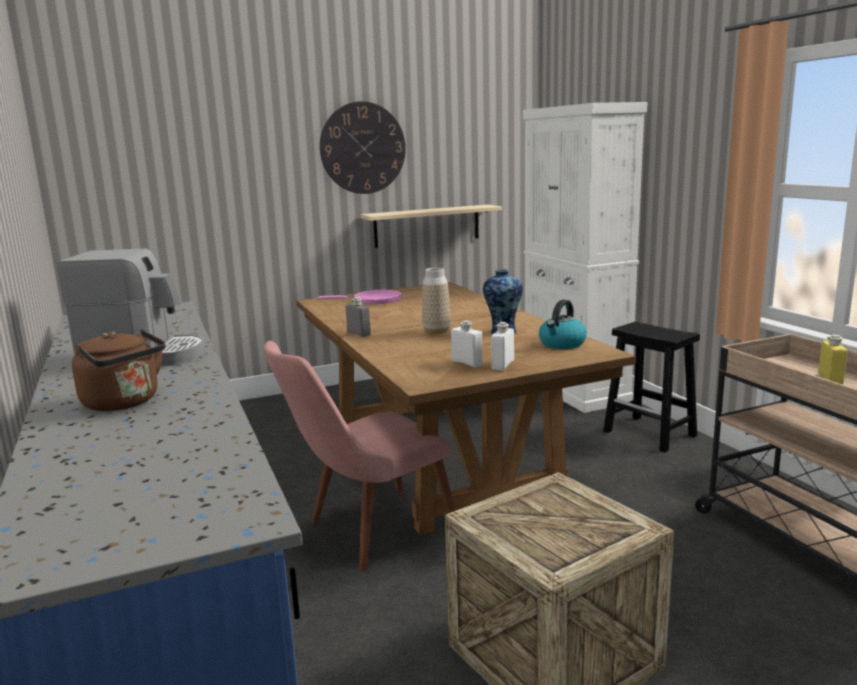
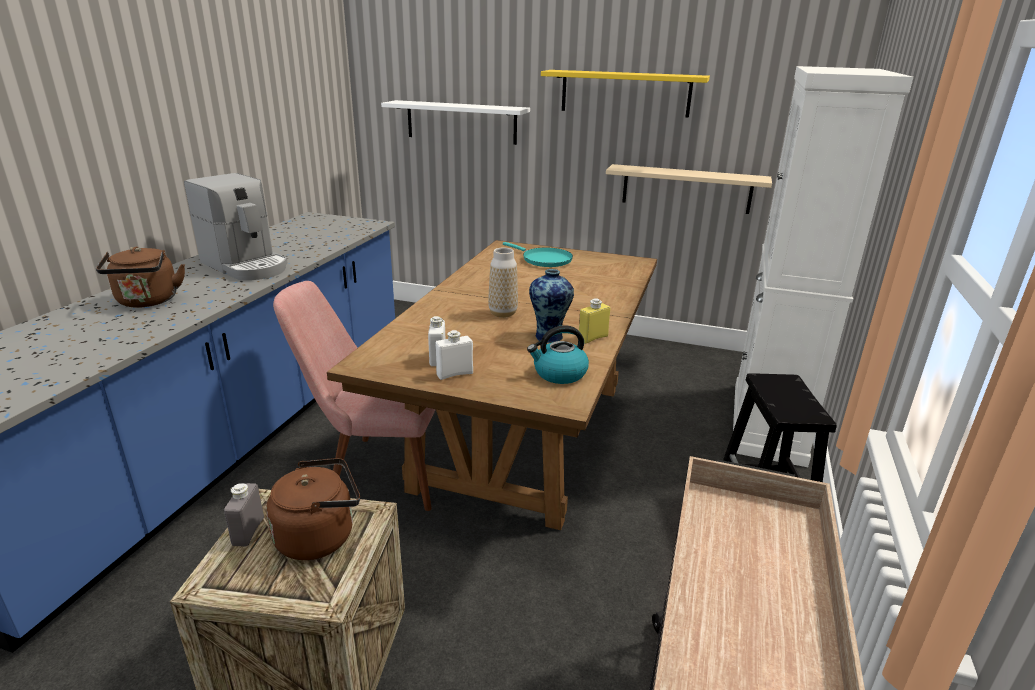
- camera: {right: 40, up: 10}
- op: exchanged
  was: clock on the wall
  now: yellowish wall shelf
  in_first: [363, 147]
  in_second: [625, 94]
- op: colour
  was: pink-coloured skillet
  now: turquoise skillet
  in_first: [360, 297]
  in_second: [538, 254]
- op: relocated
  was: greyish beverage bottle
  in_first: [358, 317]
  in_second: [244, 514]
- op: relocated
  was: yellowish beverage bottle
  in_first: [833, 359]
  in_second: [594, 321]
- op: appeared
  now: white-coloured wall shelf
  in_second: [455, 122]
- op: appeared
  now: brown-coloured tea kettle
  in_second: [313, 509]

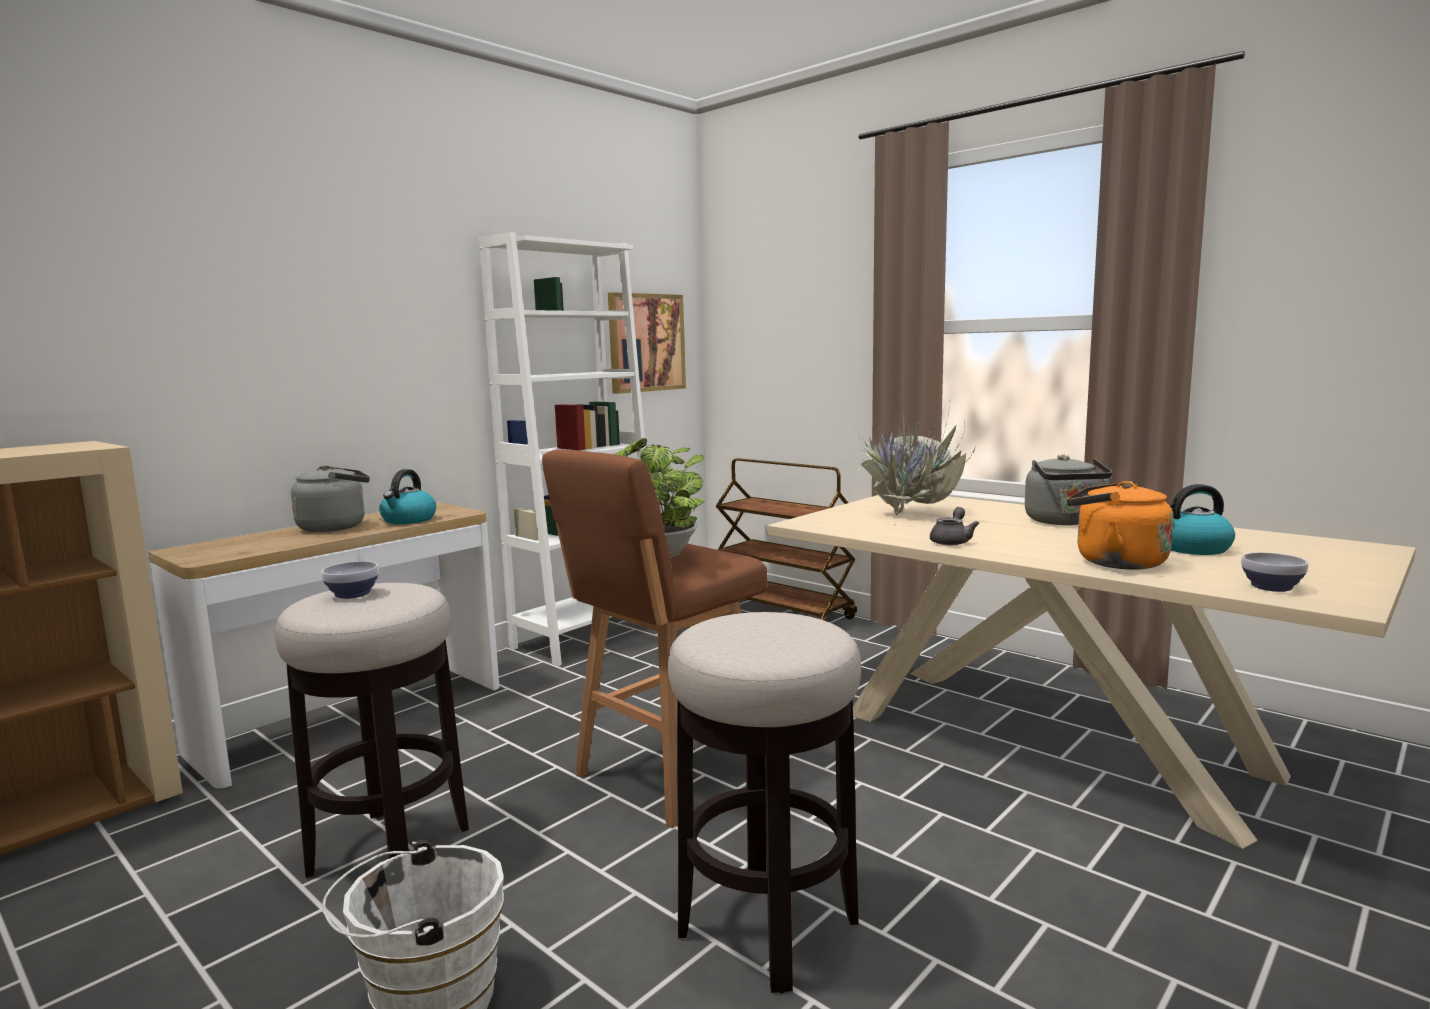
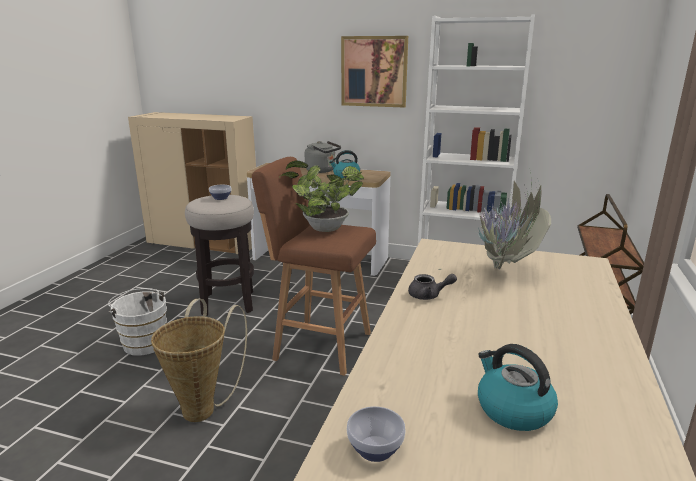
- camera: {right: 65, up: 10}
- op: relocated
  was: picture
  in_first: [647, 343]
  in_second: [374, 72]
- op: missing
  was: greyish tea kettle
  in_first: [1068, 489]
- op: missing
  was: orange tea kettle
  in_first: [1120, 525]
- op: exchanged
  was: stool seat
  now: basket
  in_first: [764, 802]
  in_second: [199, 360]

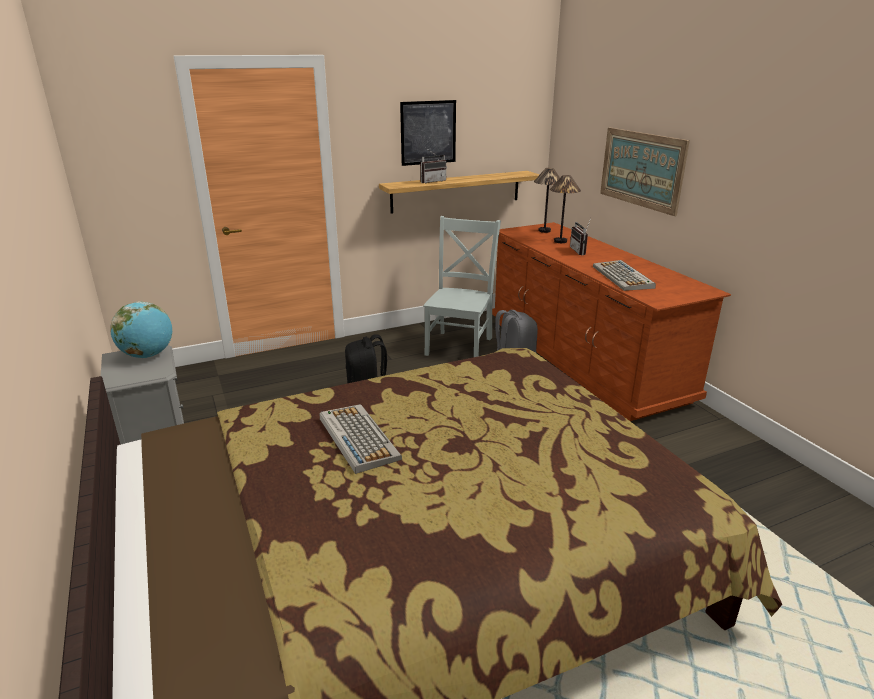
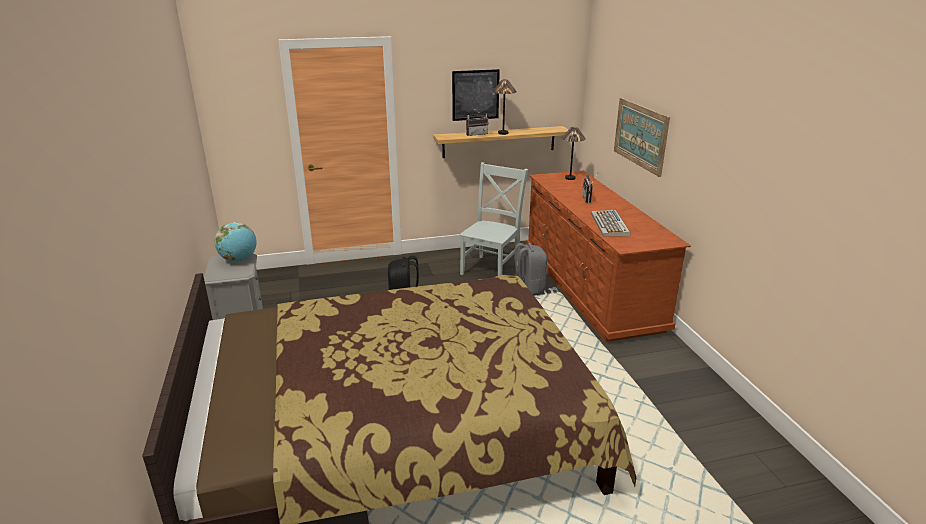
- camera: {right: 10, up: 0}
- op: relocated
  was: tabletop lamp
  in_first: [565, 209]
  in_second: [504, 107]
- op: missing
  was: keyboard
  in_first: [361, 439]

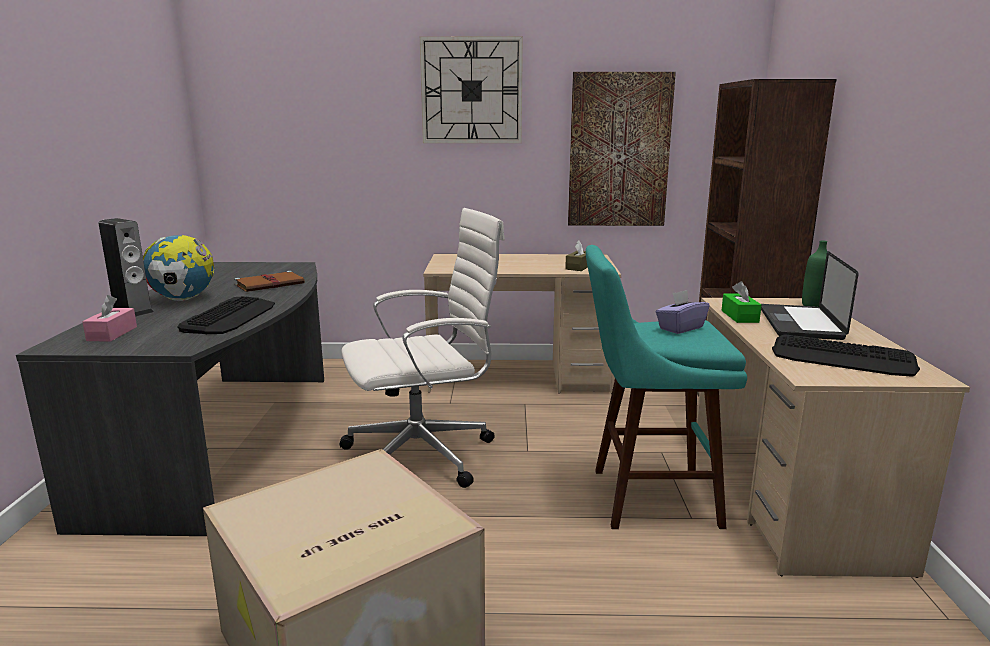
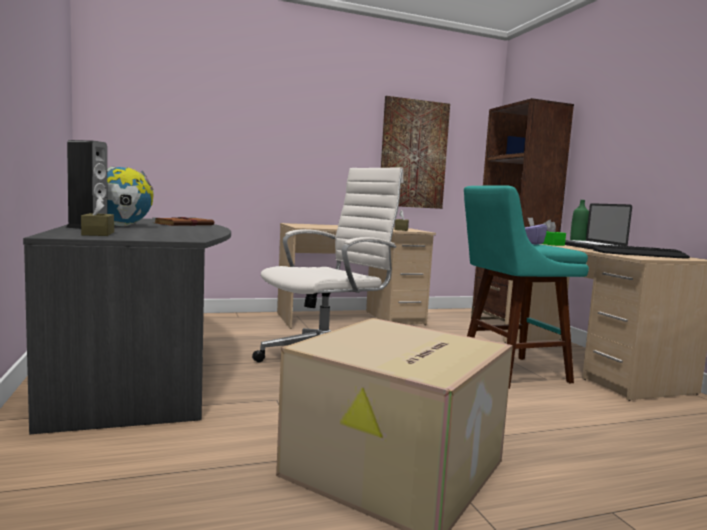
- camera: {right: -20, up: -10}
- op: missing
  was: clock on the wall
  in_first: [471, 89]
- op: colour
  was: pink-coloured box of tissues
  now: brown-coloured box of tissues
  in_first: [109, 318]
  in_second: [97, 216]
- op: missing
  was: keyboard
  in_first: [226, 315]

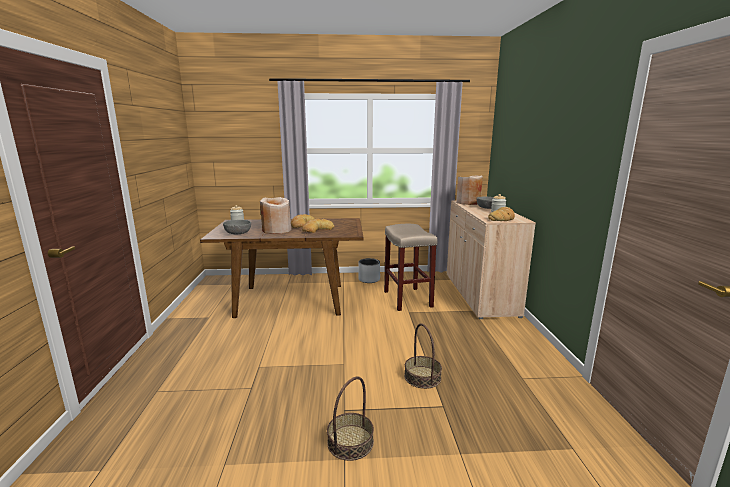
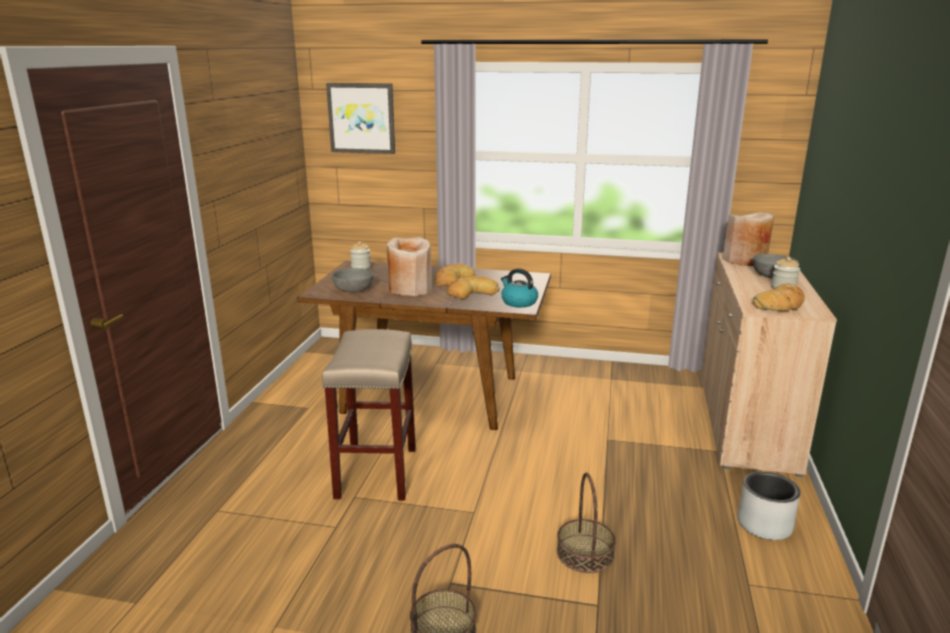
- camera: {right: 15, up: 5}
- op: relocated
  was: beige-coloured stool seat
  in_first: [410, 267]
  in_second: [369, 414]
- op: relocated
  was: greyish planter
  in_first: [369, 270]
  in_second: [768, 505]
- op: appeared
  now: picture
  in_second: [360, 118]
- op: appeared
  now: tea kettle
  in_second: [519, 288]

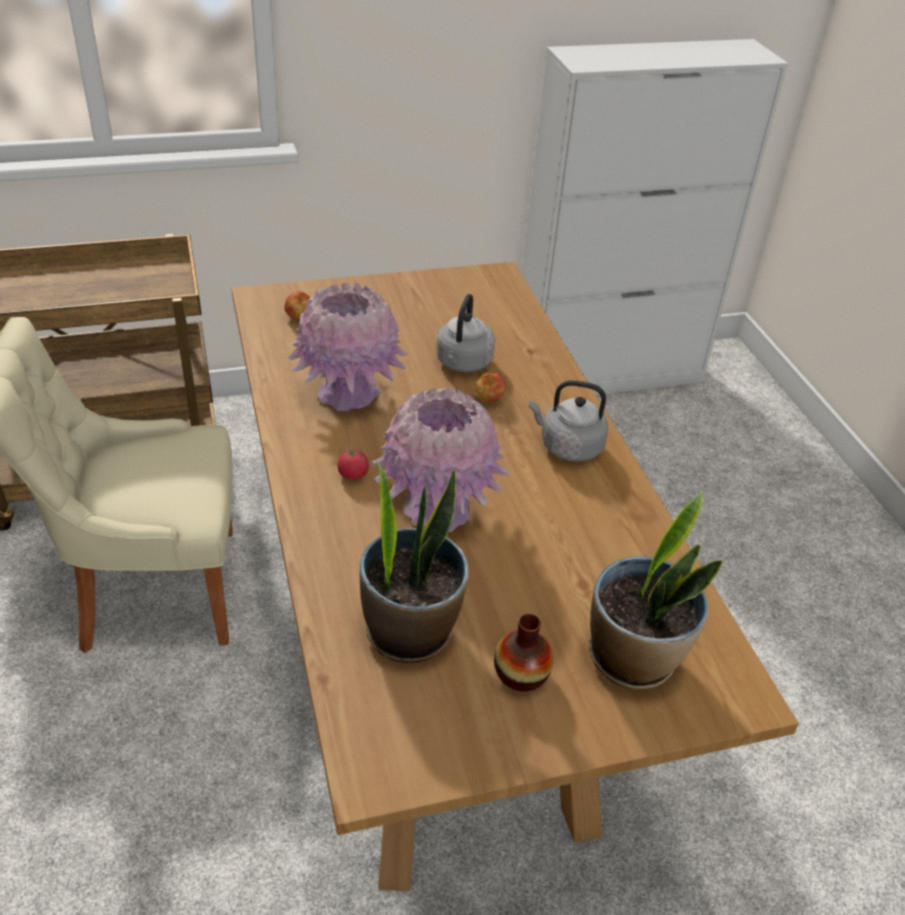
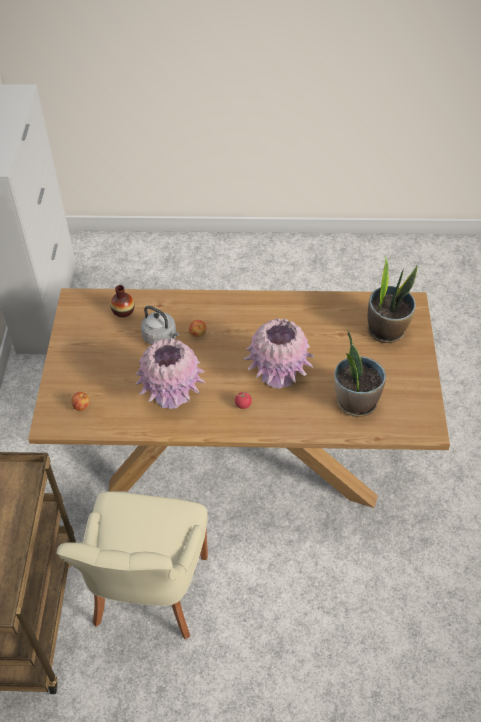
- camera: {right: -70, up: 10}
- op: missing
  was: greyish tea kettle
  in_first: [568, 421]
- op: relocated
  was: vase
  in_first: [523, 653]
  in_second: [122, 301]

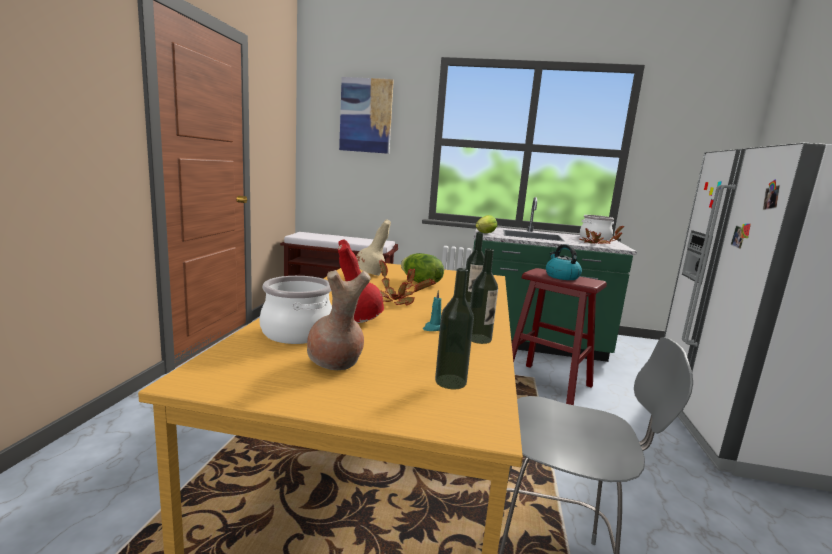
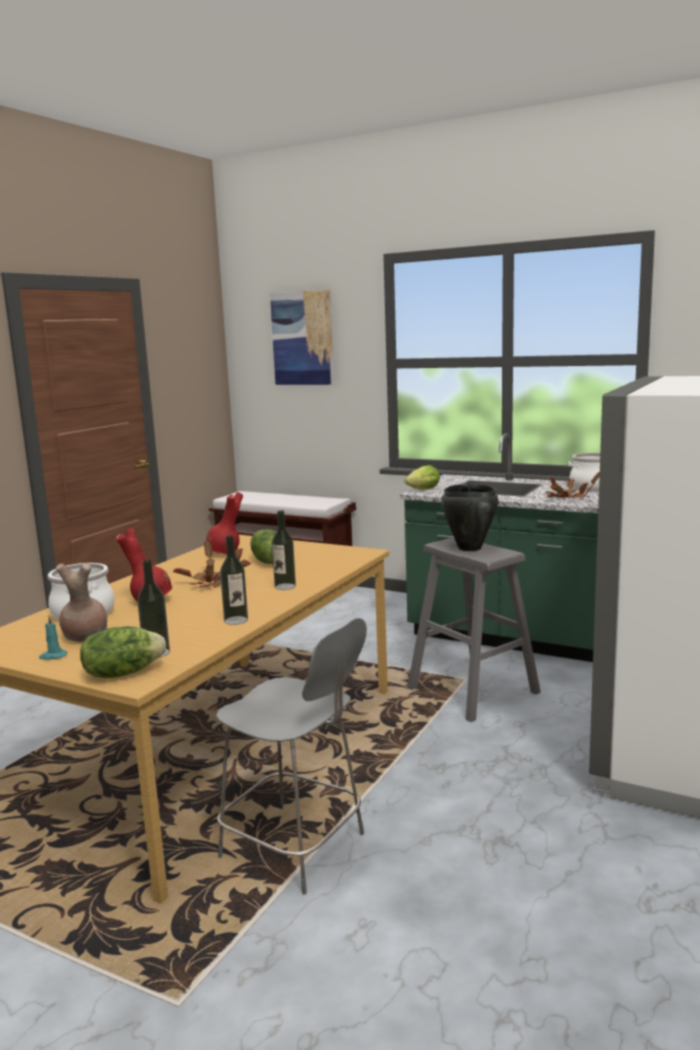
- camera: {right: 20, up: 0}
- op: colour
  was: beige-coloured vase
  now: red-coloured vase
  in_first: [373, 247]
  in_second: [224, 523]
- op: exchanged
  was: tea kettle
  now: black-coloured saucepot
  in_first: [564, 262]
  in_second: [470, 517]
- op: colour
  was: red-coloured stool seat
  now: greyish stool seat
  in_first: [559, 336]
  in_second: [474, 629]
- op: relocated
  was: turquoise candle
  in_first: [432, 310]
  in_second: [53, 637]
- op: appeared
  now: lettuce head
  in_second: [123, 652]

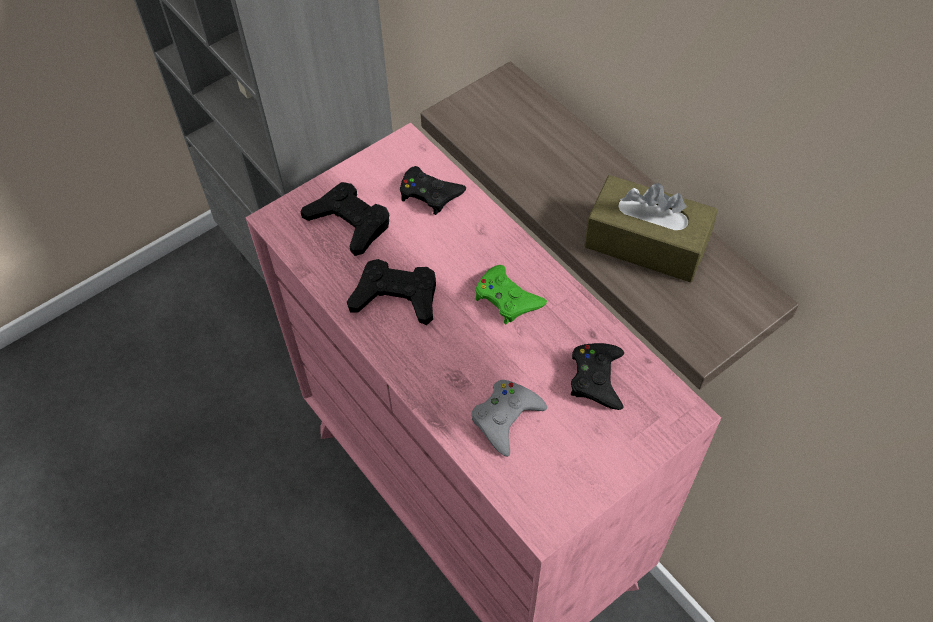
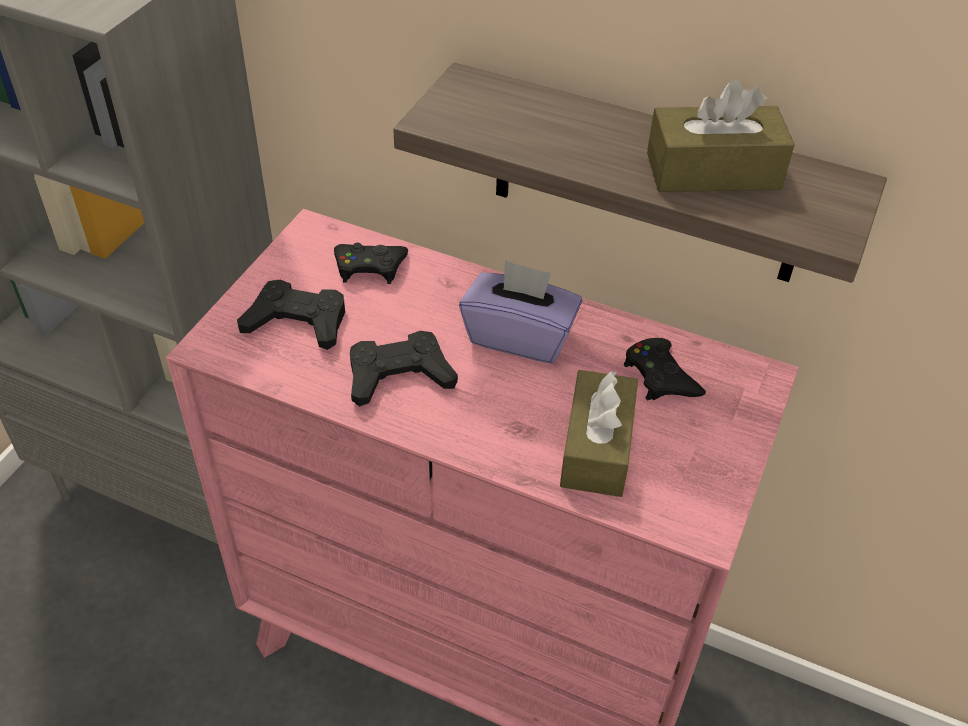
- camera: {right: -30, up: -10}
- op: exchanged
  was: green joypad
  now: purple-coloured box of tissues
  in_first: [511, 294]
  in_second: [520, 311]
- op: exchanged
  was: greyish joypad
  now: brown-coloured box of tissues
  in_first: [509, 418]
  in_second: [599, 433]

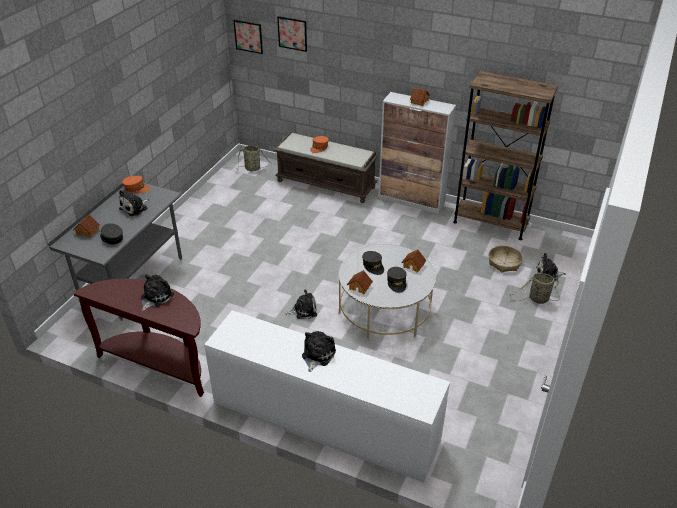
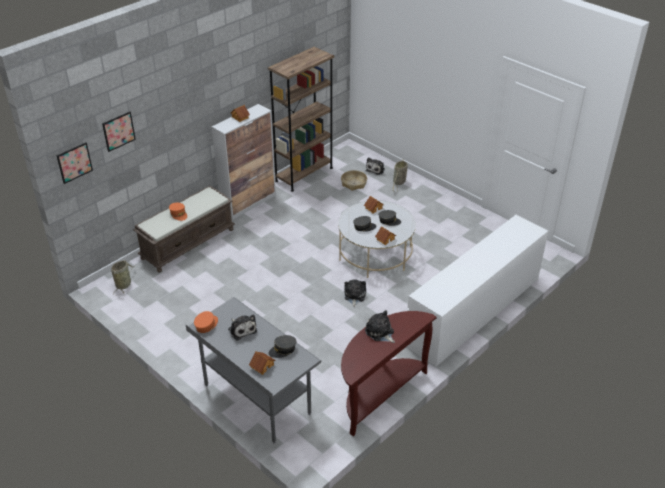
- camera: {right: -70, up: 0}
- op: missing
  was: plush toy
  in_first: [319, 351]

